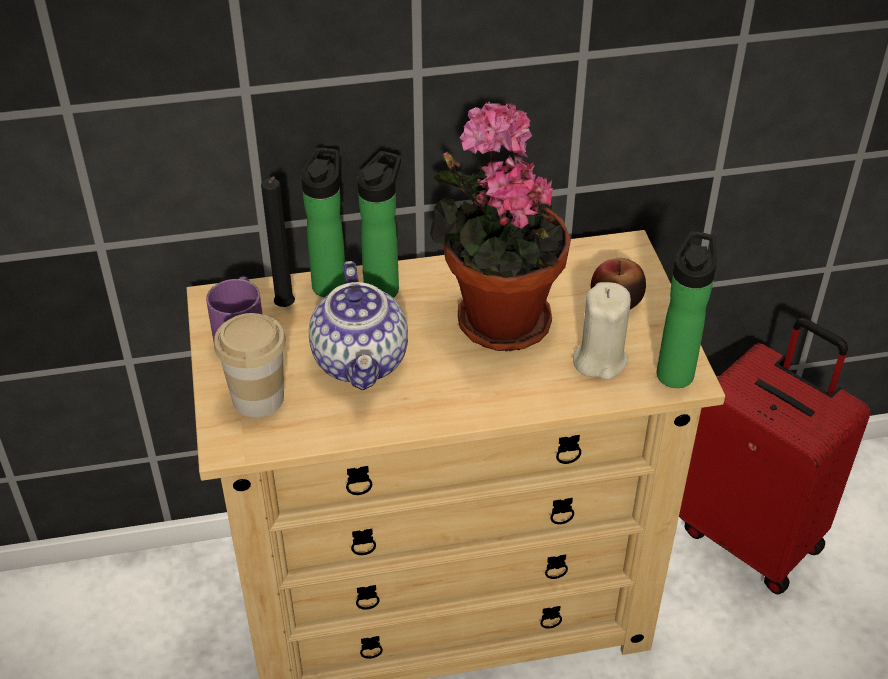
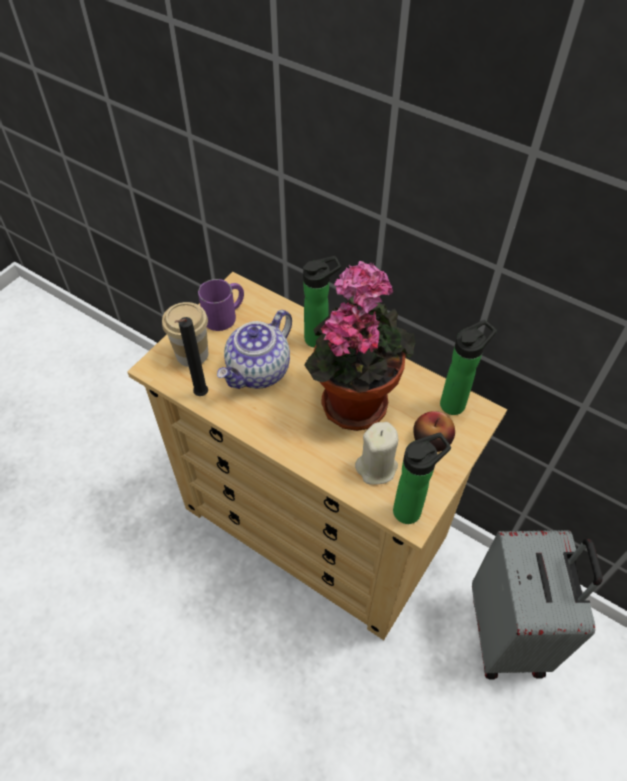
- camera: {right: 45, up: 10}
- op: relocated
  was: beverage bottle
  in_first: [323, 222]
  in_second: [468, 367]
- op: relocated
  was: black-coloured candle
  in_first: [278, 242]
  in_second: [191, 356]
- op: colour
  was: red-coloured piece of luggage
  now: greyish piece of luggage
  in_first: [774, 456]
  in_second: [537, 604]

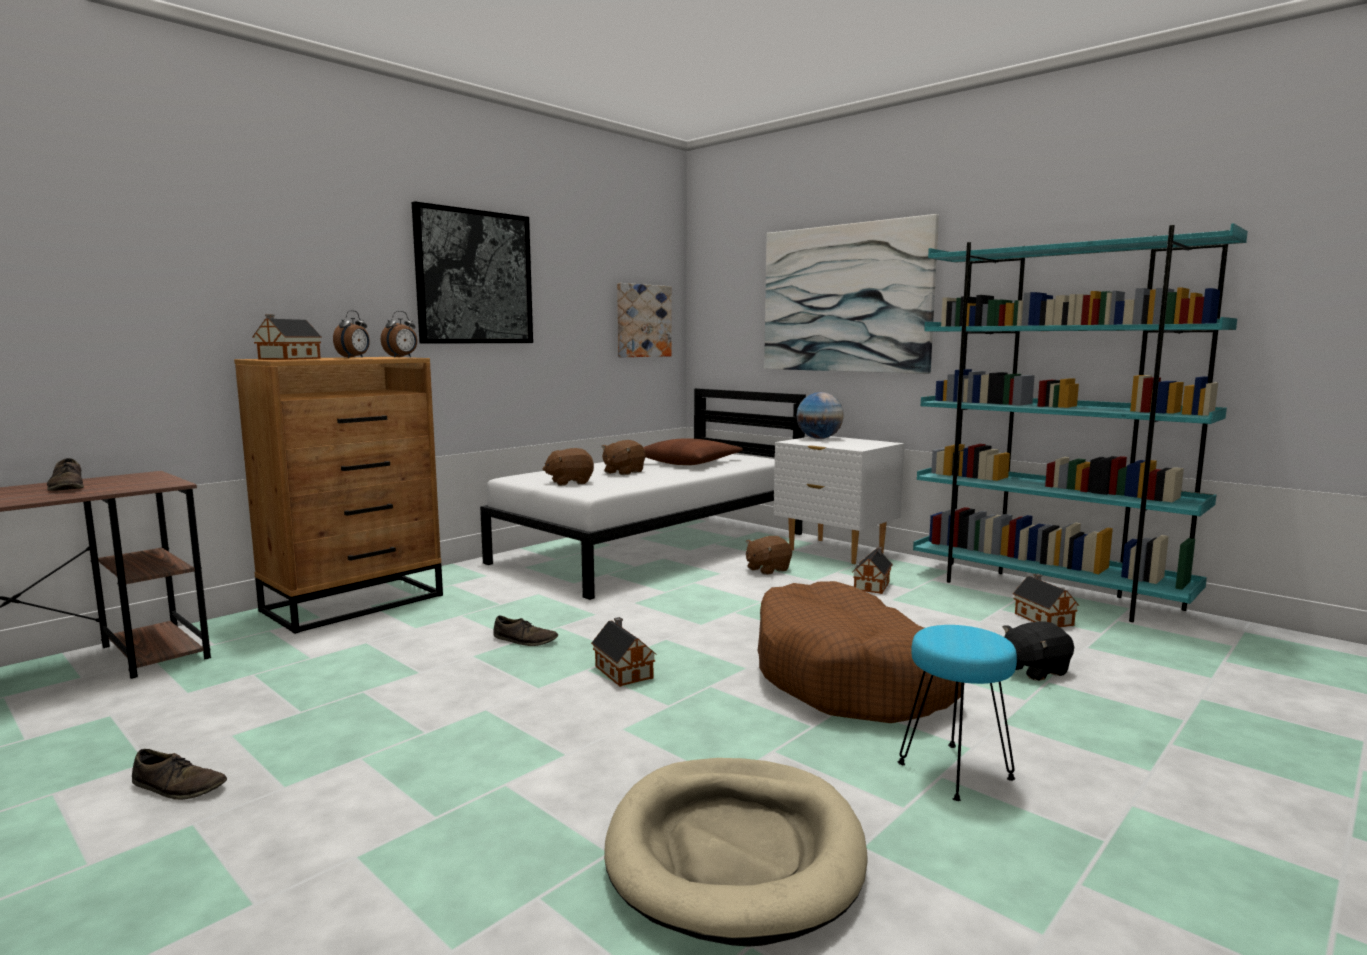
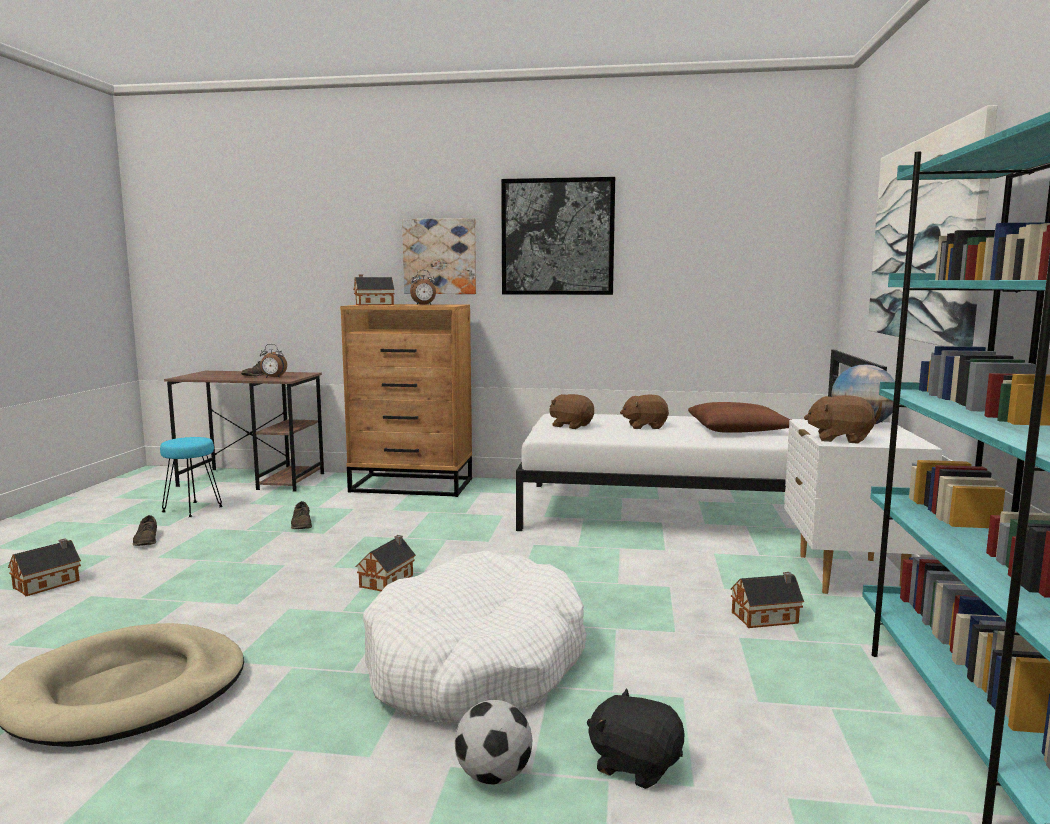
- camera: {right: 55, up: 0}
- op: relocated
  was: picture
  in_first: [644, 320]
  in_second: [439, 256]
- op: relocated
  was: bedside clock
  in_first: [399, 334]
  in_second: [273, 361]
- op: relocated
  was: brown-coloured plush toy
  in_first: [769, 555]
  in_second: [840, 419]
- op: relocated
  was: miniature house
  in_first: [1046, 600]
  in_second: [44, 567]
- op: colour
  was: brown-coloured dog bed
  now: white-coloured dog bed
  in_first: [861, 652]
  in_second: [475, 637]
- op: relocated
  was: brown-coloured shoe
  in_first: [525, 630]
  in_second: [301, 515]
- op: relocated
  was: turquoise stool seat
  in_first: [957, 713]
  in_second: [191, 477]
- op: appeared
  now: football
  in_second: [493, 742]

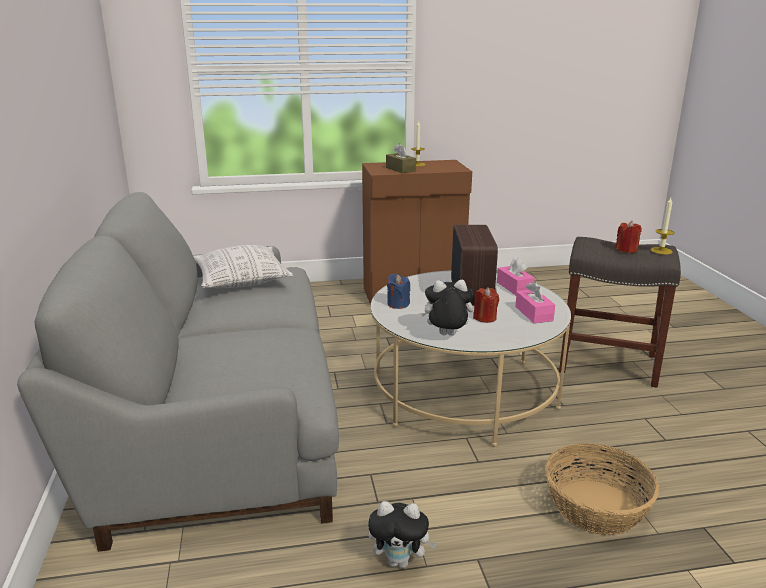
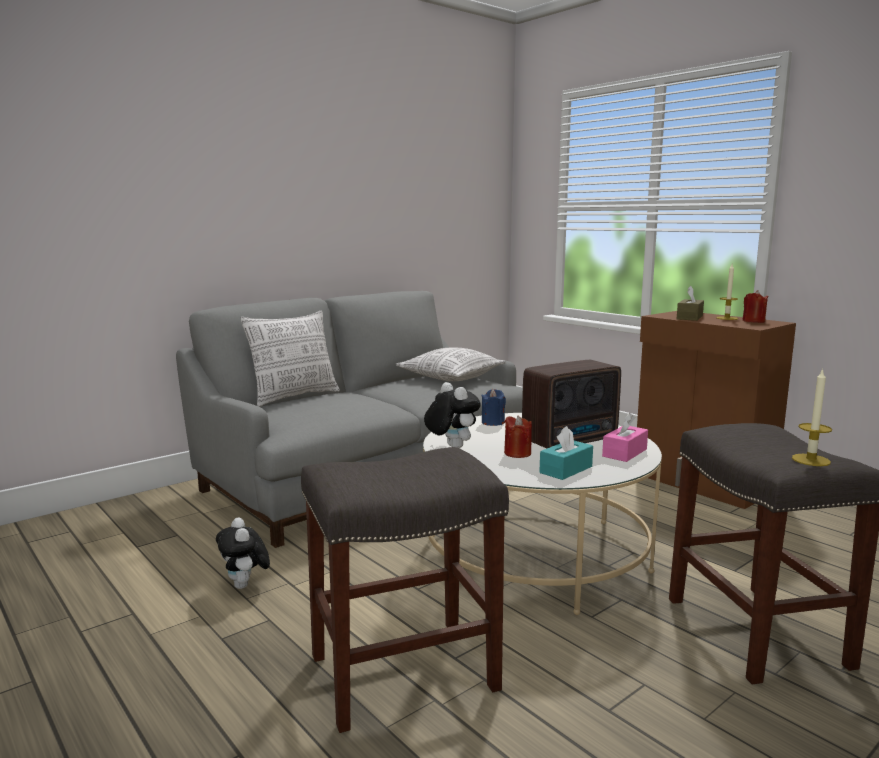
- camera: {right: 60, up: -10}
- op: relocated
  was: red-coloured candle
  in_first: [628, 237]
  in_second: [755, 306]
- op: colour
  was: pink-coloured box of tissues
  now: turquoise box of tissues
  in_first: [535, 302]
  in_second: [566, 453]
- op: exchanged
  was: basket
  now: greyish stool seat
  in_first: [602, 489]
  in_second: [405, 590]
- op: appeared
  now: pillow
  in_second: [290, 359]

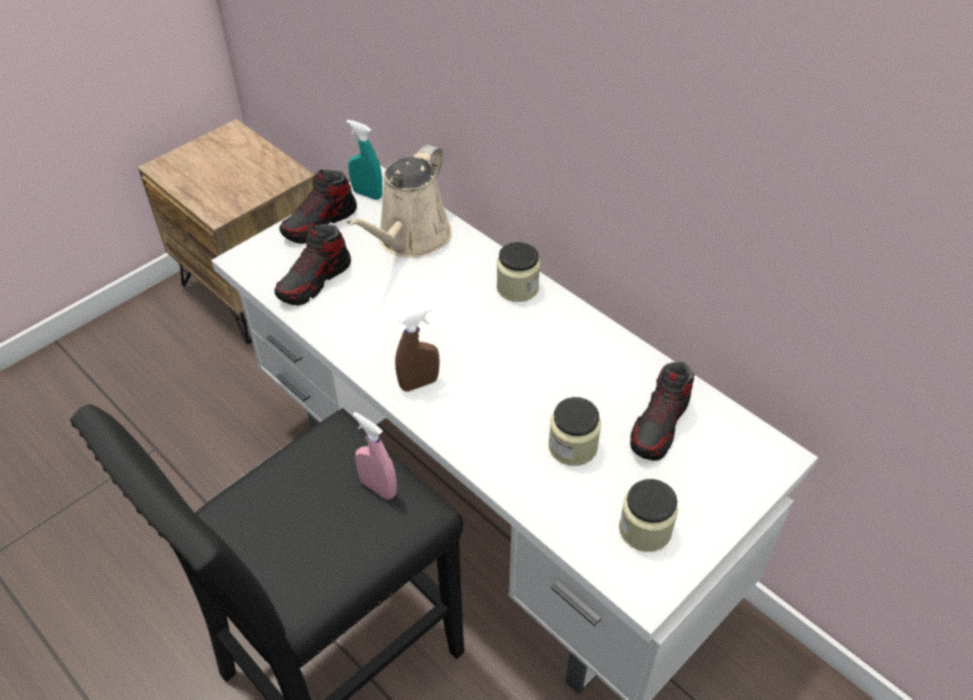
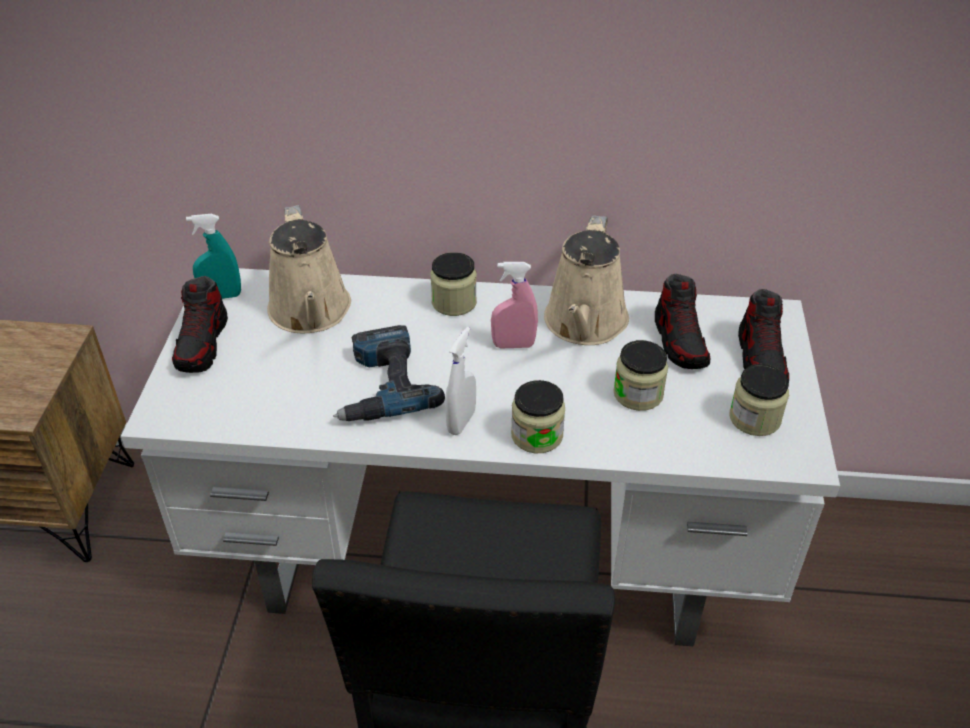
- camera: {right: -40, up: -5}
- op: relocated
  was: shoe
  in_first: [313, 265]
  in_second: [763, 335]
- op: colour
  was: brown-coloured hand sprayer
  now: white-coloured hand sprayer
  in_first: [417, 349]
  in_second: [460, 381]
- op: relocated
  was: pink-coloured hand sprayer
  in_first: [375, 456]
  in_second: [514, 305]
- op: appeared
  now: beige-coloured watering pot
  in_second: [586, 280]
- op: appeared
  now: drill
  in_second: [389, 373]
- op: appeared
  now: jar
  in_second: [538, 416]

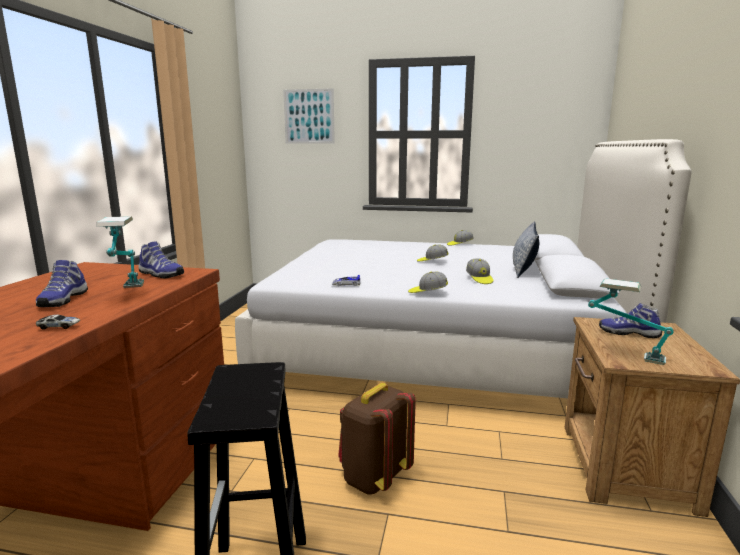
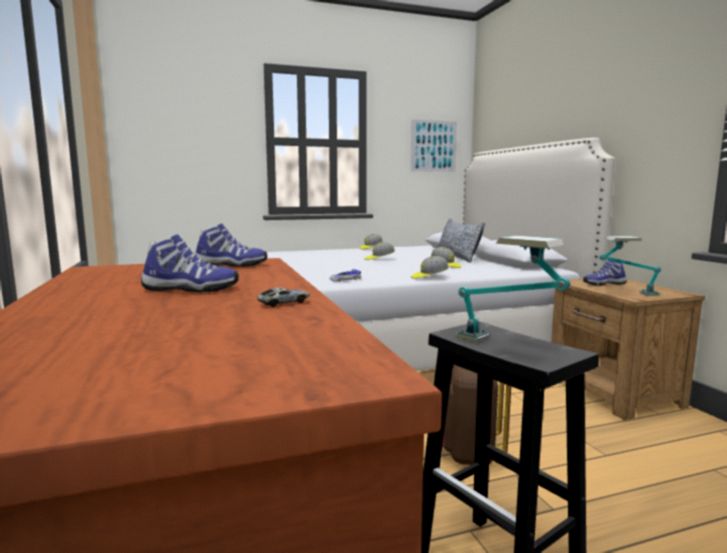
- camera: {right: -30, up: -5}
- op: relocated
  was: picture
  in_first: [309, 116]
  in_second: [434, 145]
- op: relocated
  was: tabletop lamp
  in_first: [120, 252]
  in_second: [512, 289]
- op: spun
  was: shoe
  in_first: [62, 283]
  in_second: [190, 263]
  clockwise: -60

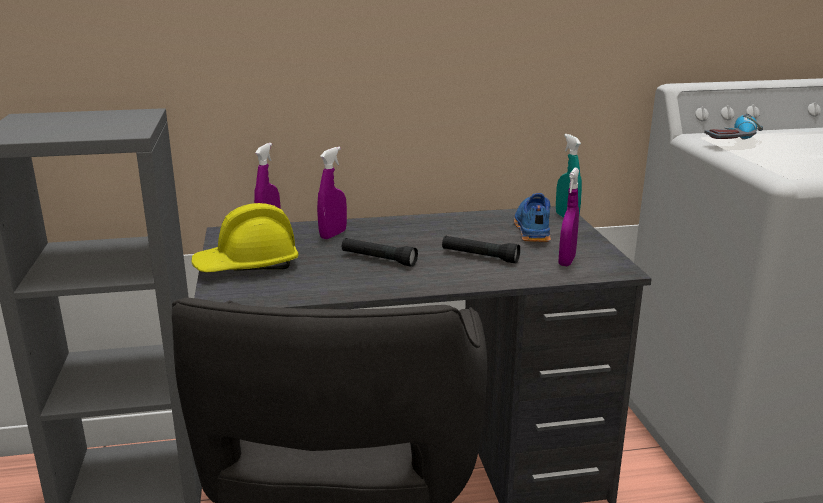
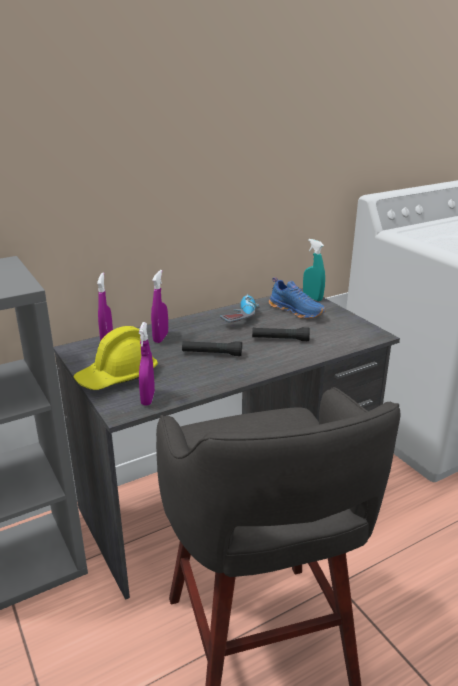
- camera: {right: -20, up: 5}
- op: relocated
  was: drill
  in_first: [733, 127]
  in_second: [239, 308]
- op: relocated
  was: purple-coloured hand sprayer
  in_first: [568, 217]
  in_second: [147, 363]
- op: spun
  was: blue-coloured shoe
  in_first: [532, 217]
  in_second: [297, 298]
  clockwise: 150

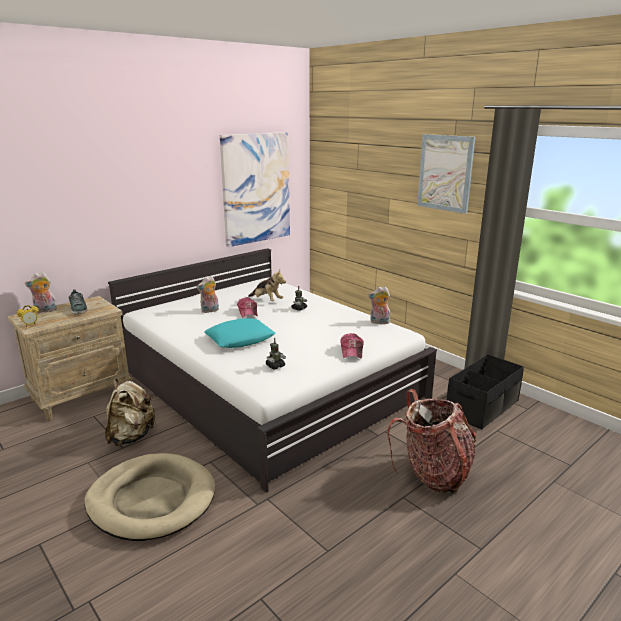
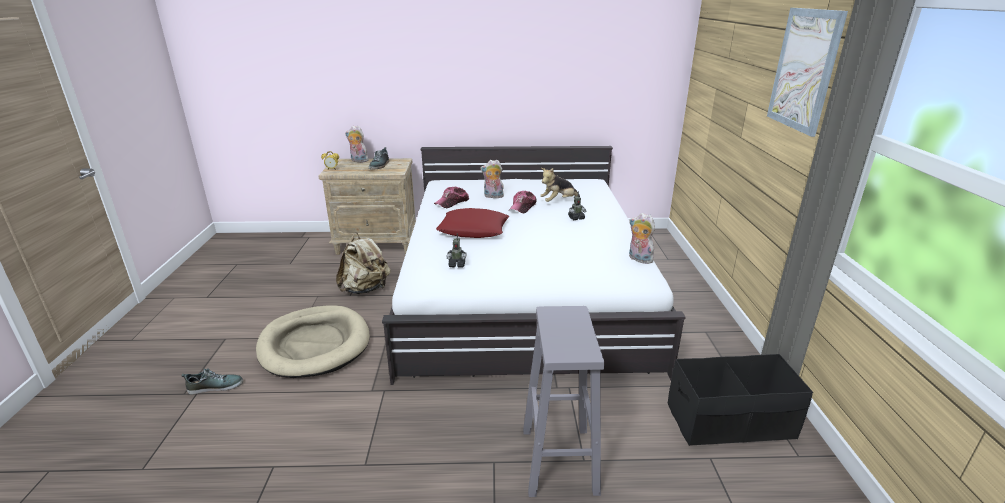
- camera: {right: 40, up: 5}
- op: missing
  was: picture
  in_first: [255, 189]
- op: spun
  was: plush toy
  in_first: [267, 285]
  in_second: [560, 185]
  clockwise: 75
- op: colour
  was: turquoise pillow
  now: red-coloured pillow
  in_first: [240, 333]
  in_second: [472, 223]
- op: relocated
  was: peaked cap
  in_first: [352, 345]
  in_second: [451, 197]
- op: exchanged
  was: rucksack
  now: greyish stool seat
  in_first: [431, 441]
  in_second: [563, 401]
- op: appeared
  now: shoe
  in_second: [212, 381]

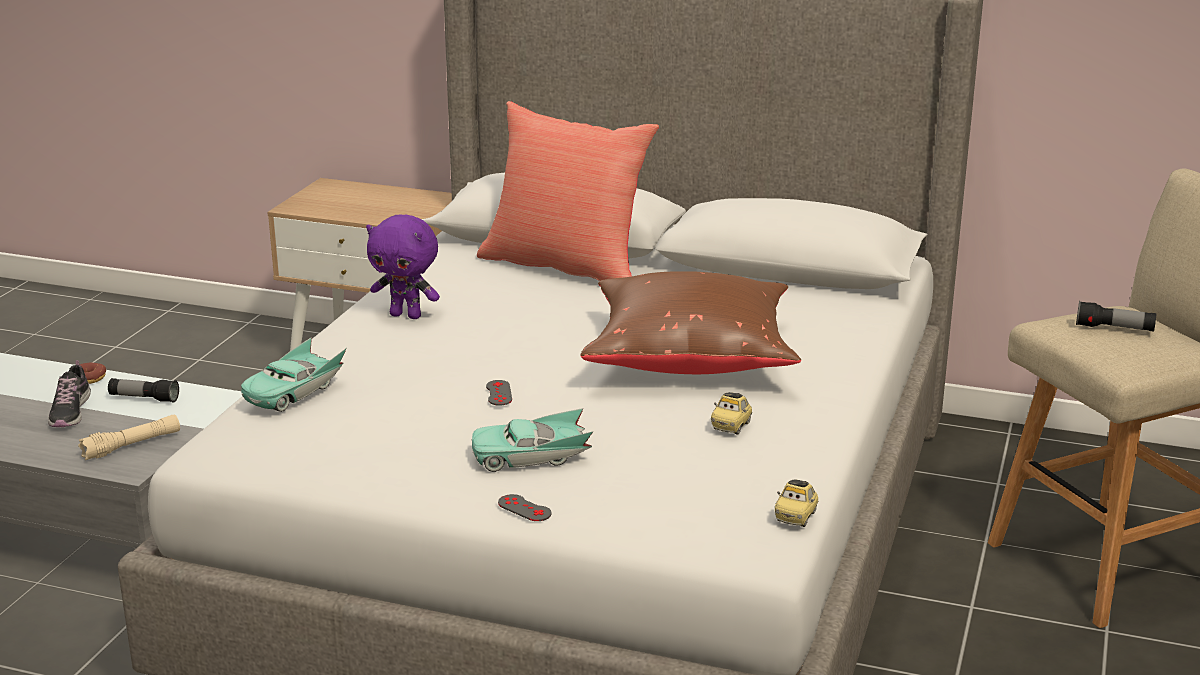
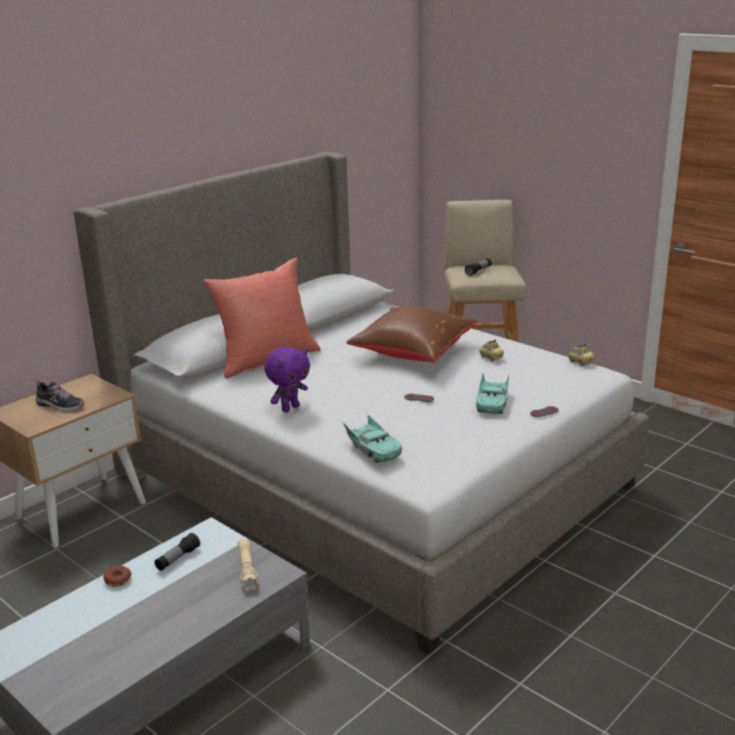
- camera: {right: -65, up: 0}
- op: relocated
  was: shoe
  in_first: [69, 393]
  in_second: [60, 396]

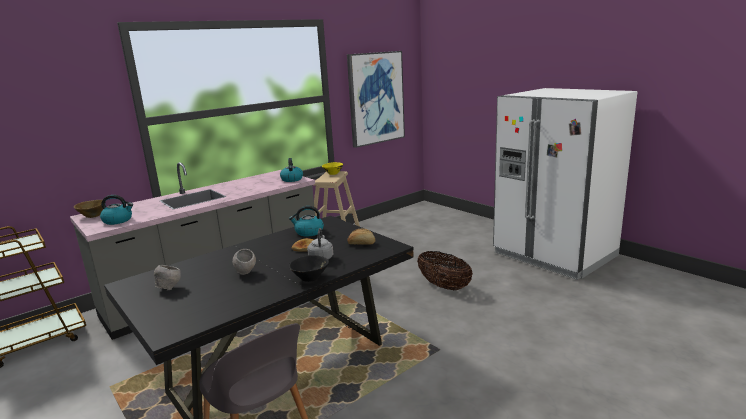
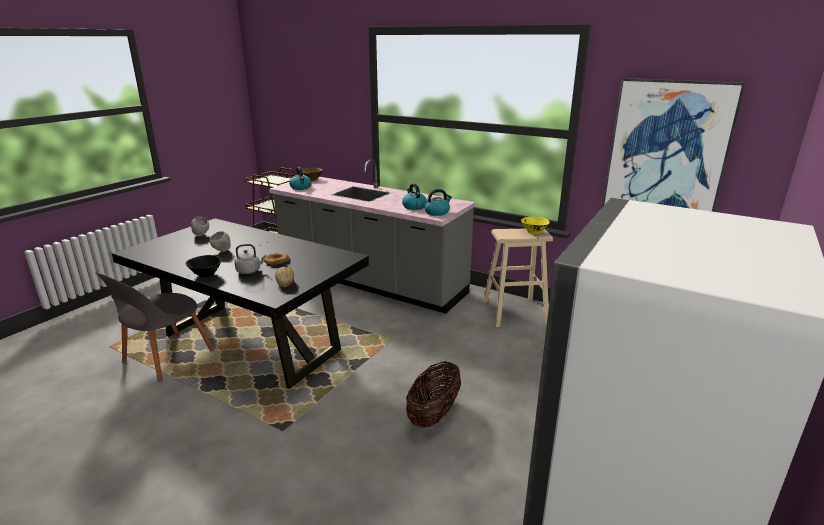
- camera: {right: 70, up: 5}
- op: relocated
  was: tea kettle
  in_first: [306, 221]
  in_second: [414, 197]

